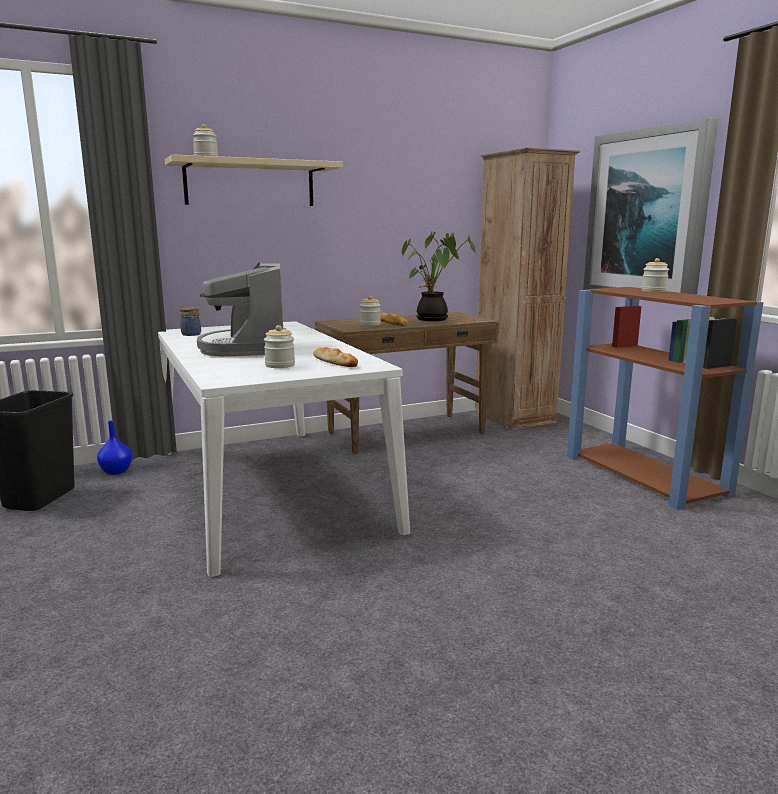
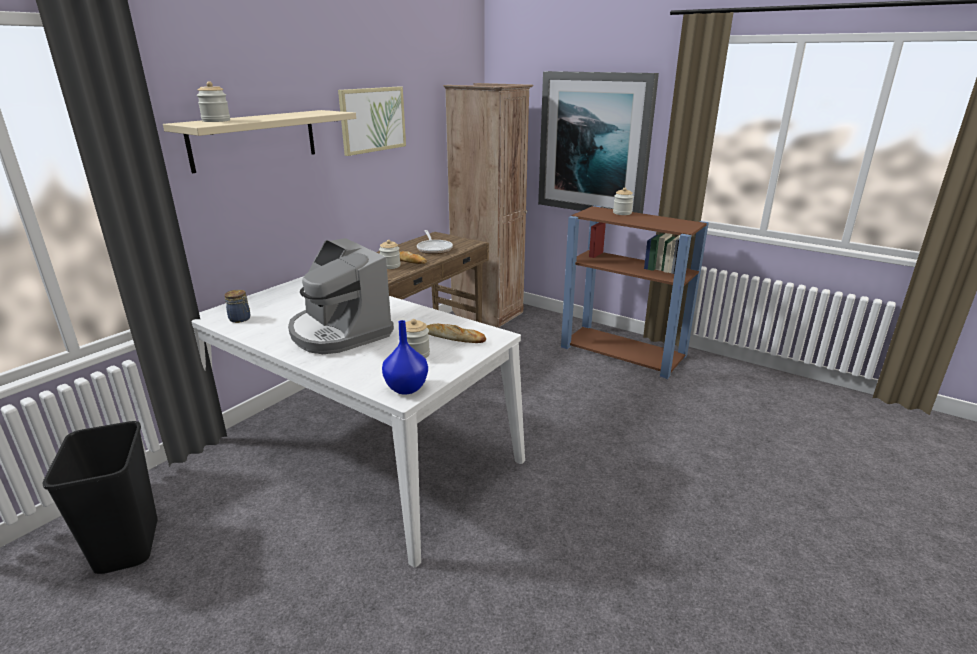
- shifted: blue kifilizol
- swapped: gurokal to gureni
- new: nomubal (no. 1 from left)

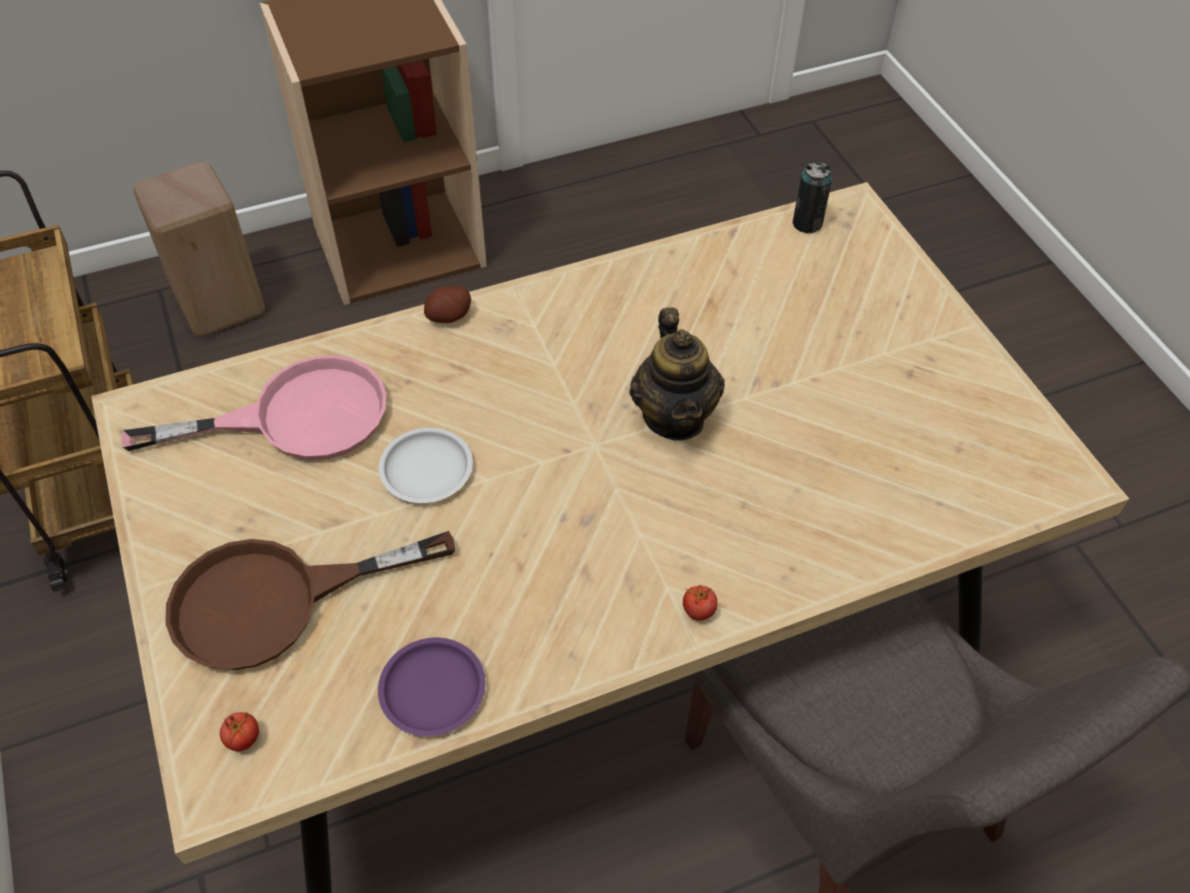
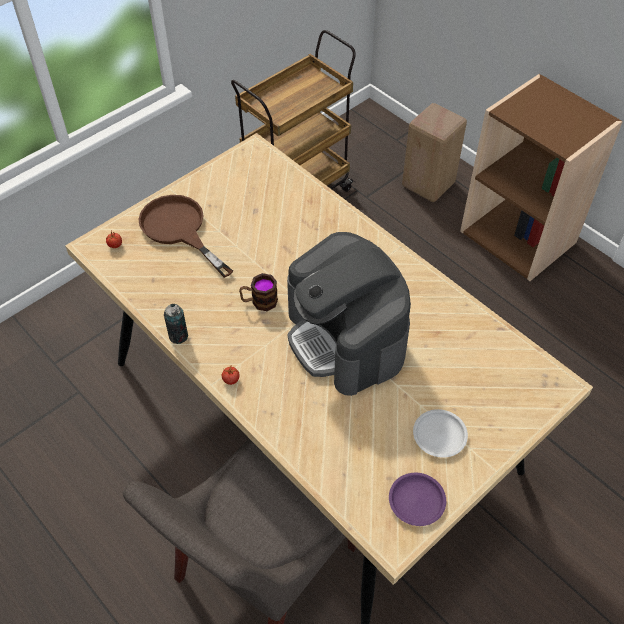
- gone: pink gureni
- shifted: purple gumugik
- shifted: white gumugik
- gone: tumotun
- swapped: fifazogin to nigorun
- shifted: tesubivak
- new: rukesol

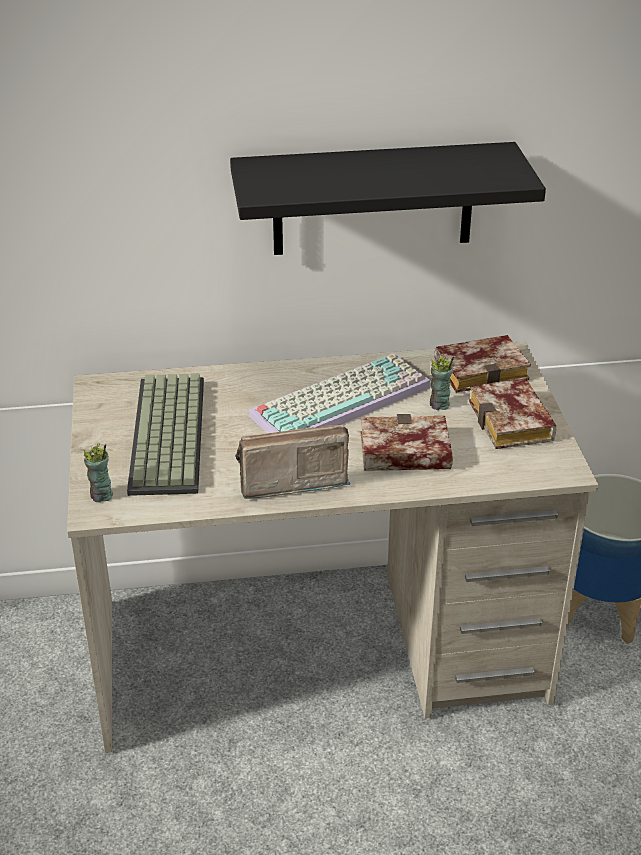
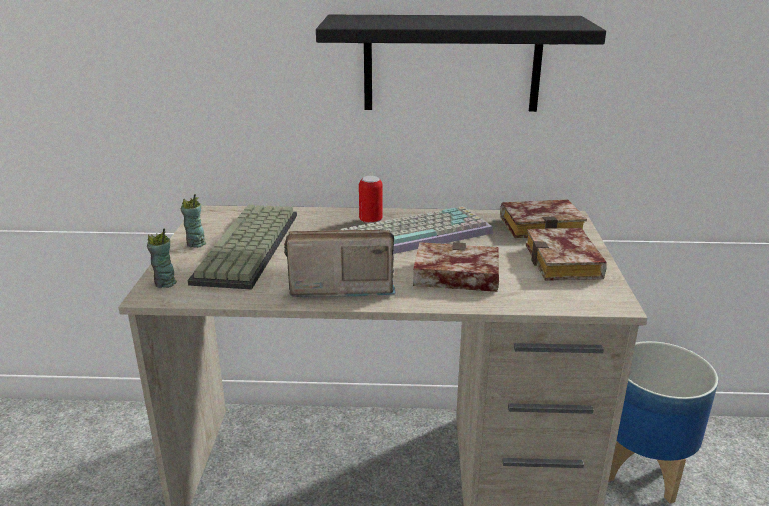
- shifted: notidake (no. 2 from left)
- new: tesubivak

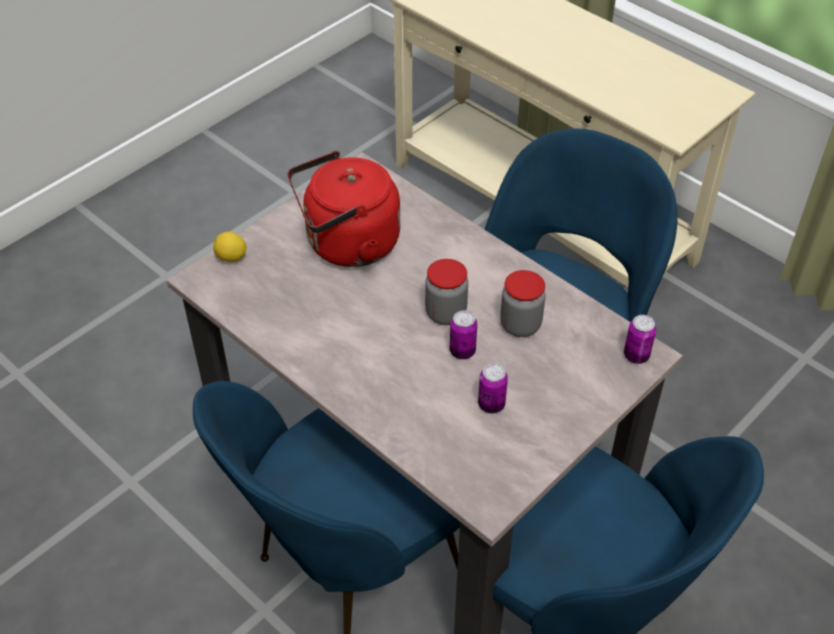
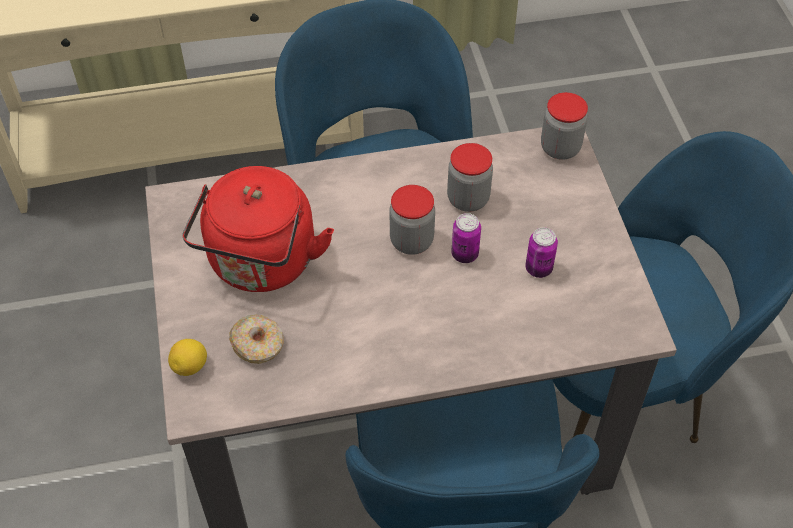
- swapped: tesubivak (no. 3 from left) to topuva (no. 3 from left)
- new: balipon

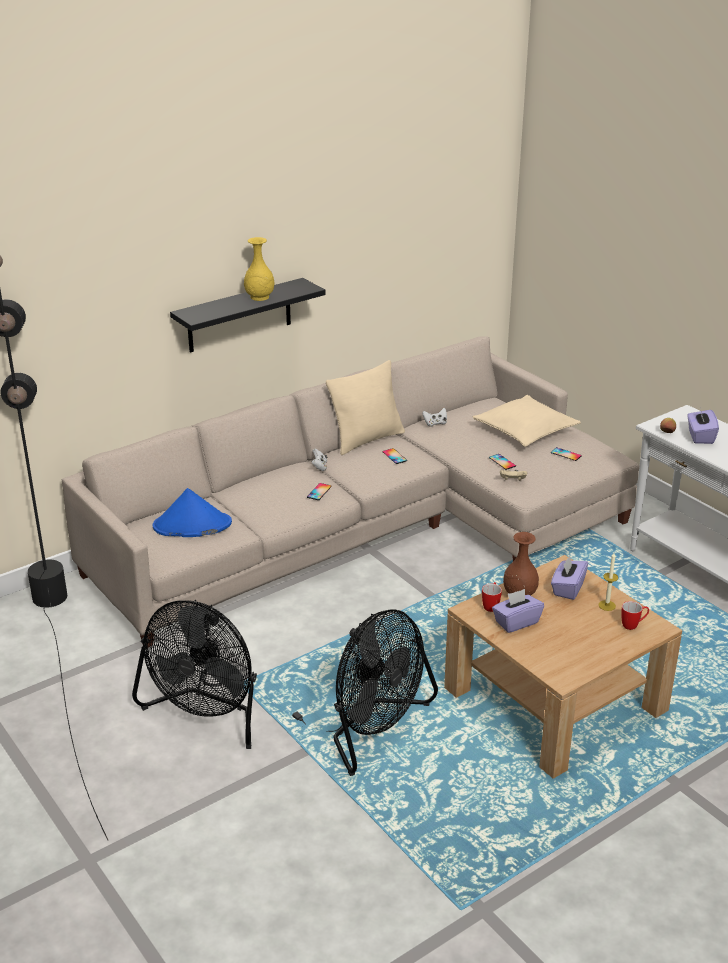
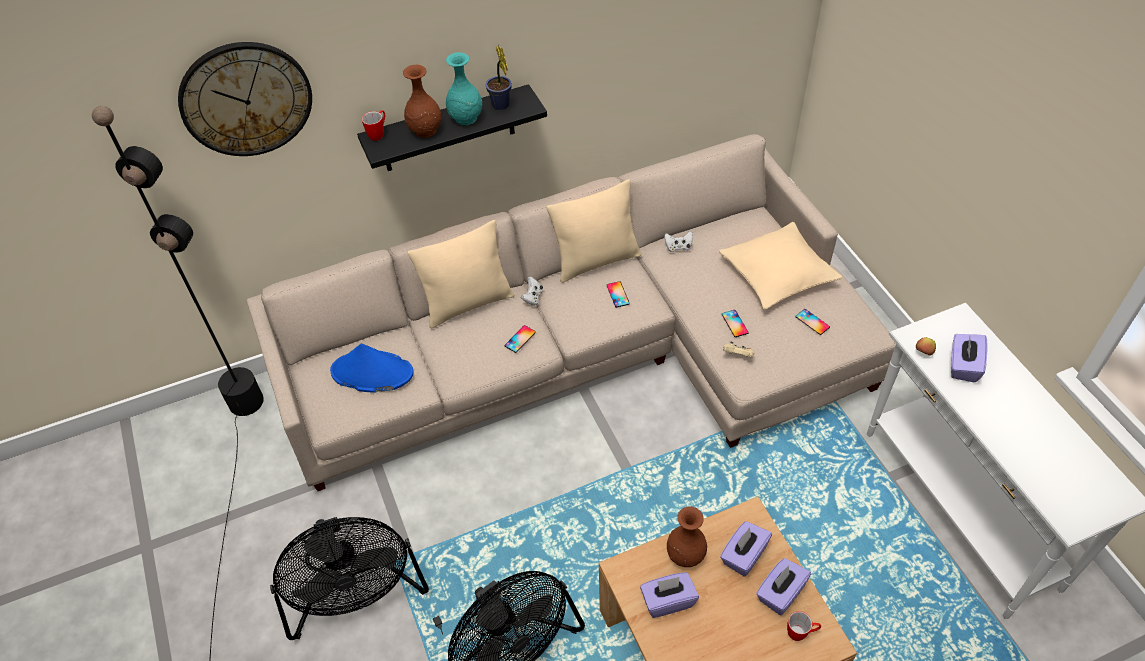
- rotated: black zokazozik (no. 1 from left) 60 degrees counterclockwise
- repainted: yellow kifilizol to turquoise kifilizol
- shifted: rukesol (no. 1 from left)
- swapped: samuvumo to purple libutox (no. 3 from left)
- new: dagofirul
- new: brown kifilizol (no. 1 from left)
- new: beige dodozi (no. 1 from left)
- new: gurokal

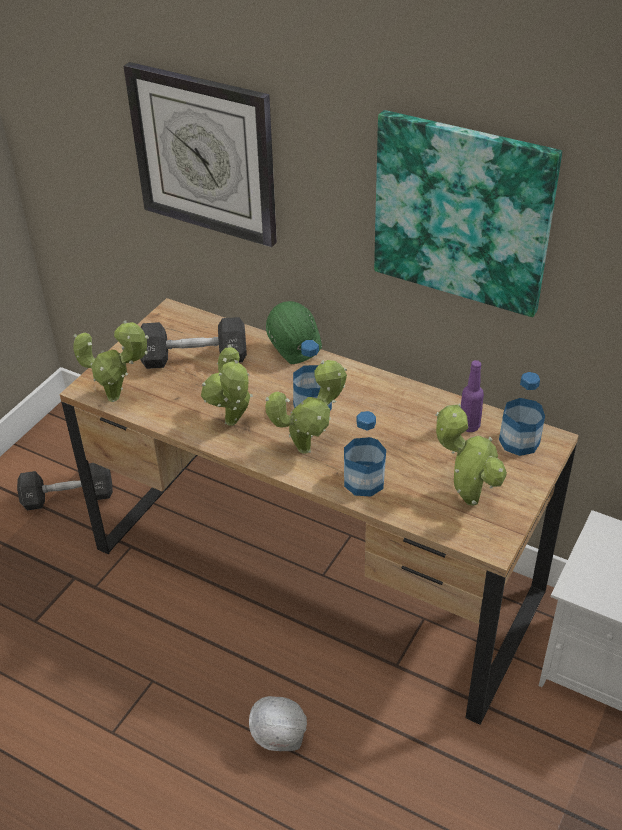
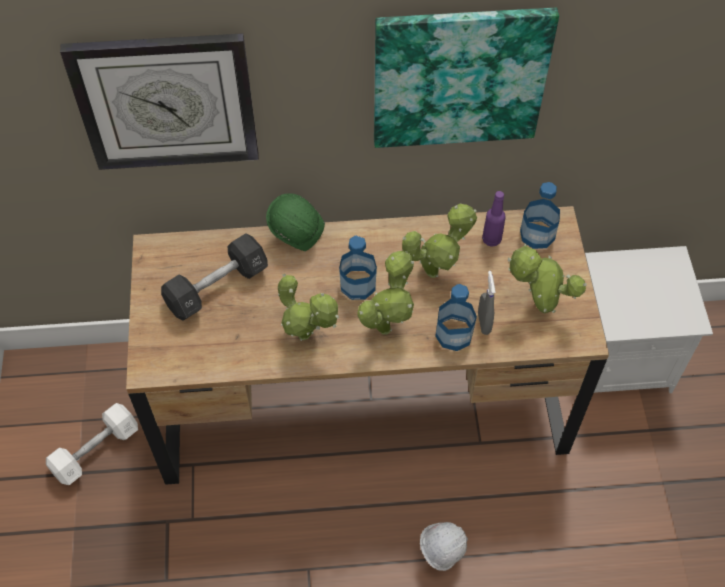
- repainted: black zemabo (no. 1 from left) to white zemabo
- shifted: gurokal (no. 1 from left in the first image) to gurokal (no. 3 from left)
- new: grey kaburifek

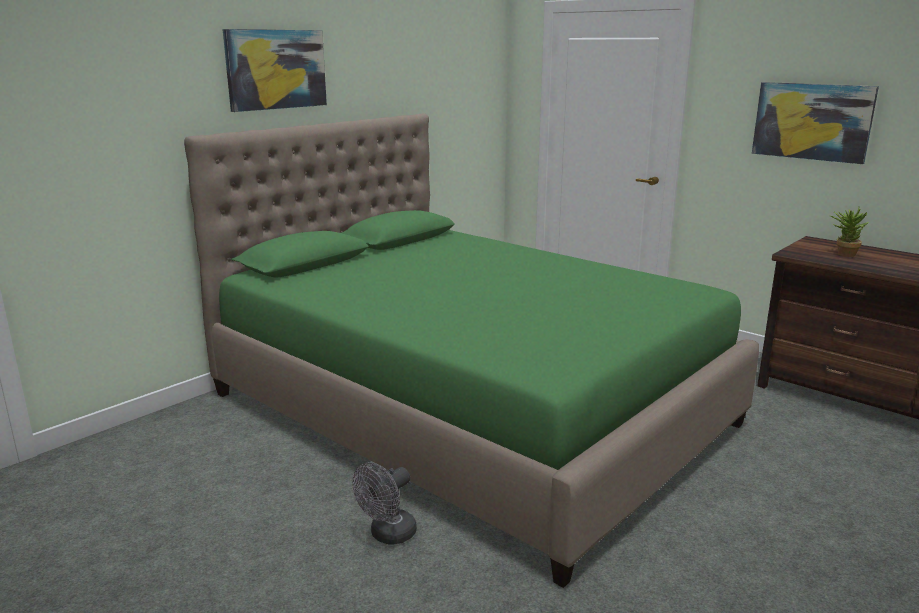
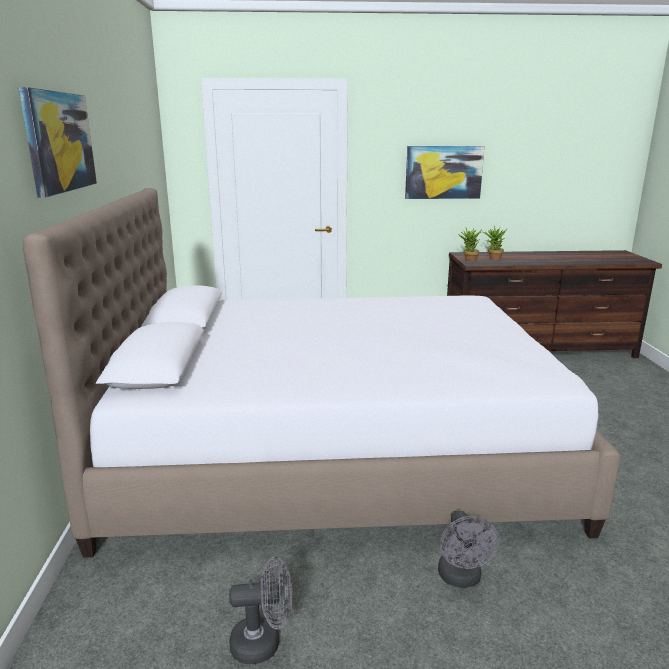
- repainted: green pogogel to white pogogel
- new: grey zokazozik (no. 1 from left)
- new: gurokal (no. 1 from left)

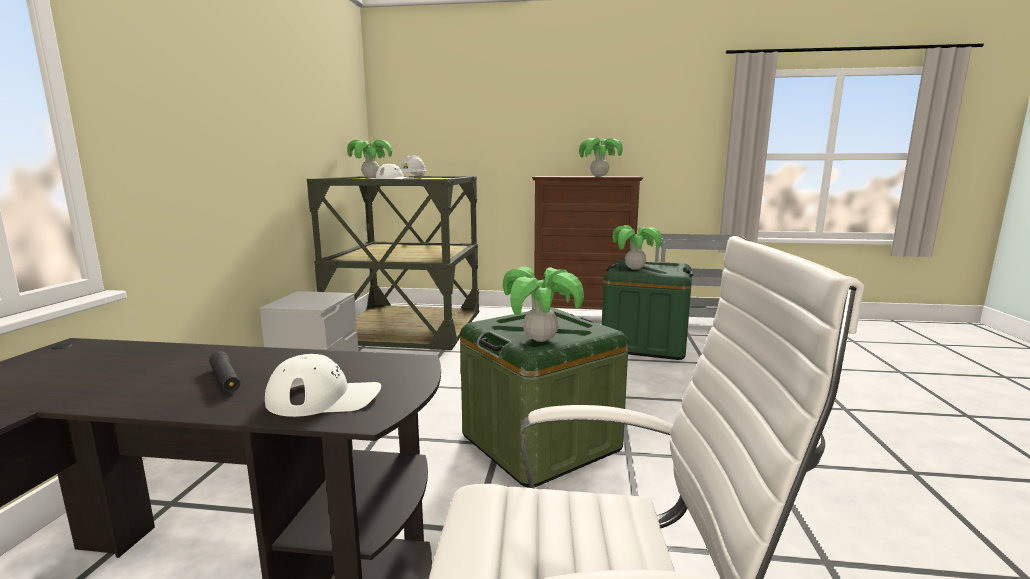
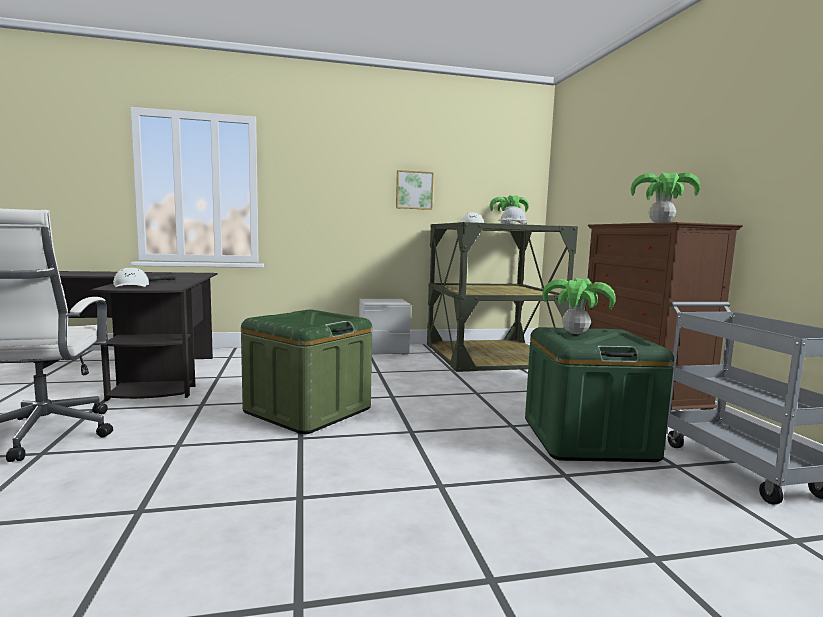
- gone: gurokal (no. 2 from left)
- new: nomubal

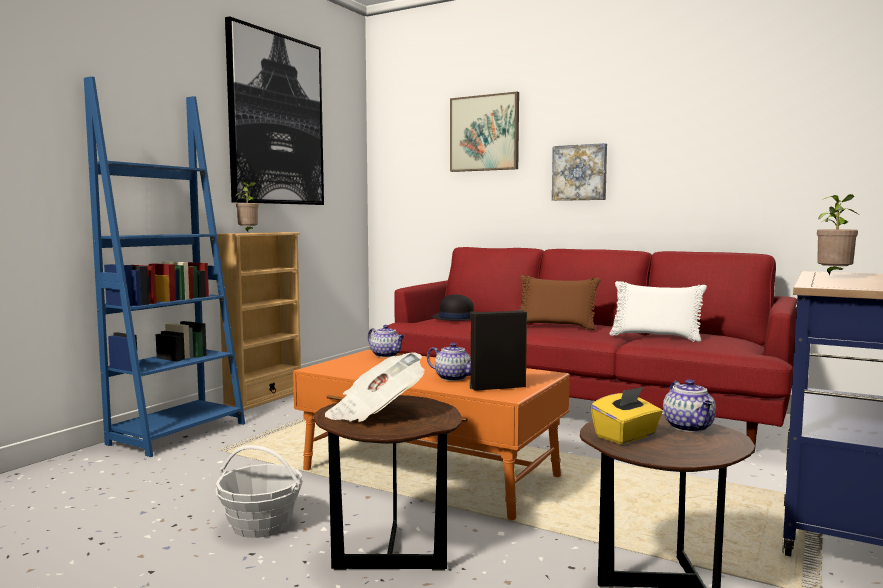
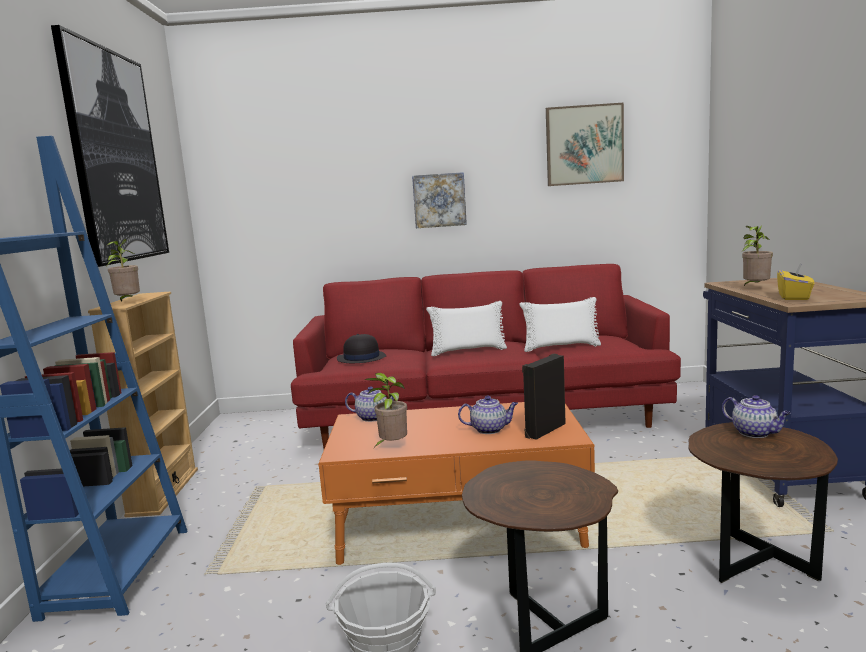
- gone: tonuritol
- shifted: nomubal (no. 2 from left in the first image) to nomubal (no. 3 from left)
- repainted: brown dodozi to white dodozi (no. 1 from left)
- shifted: yellow libutox
- new: gurokal (no. 2 from left)

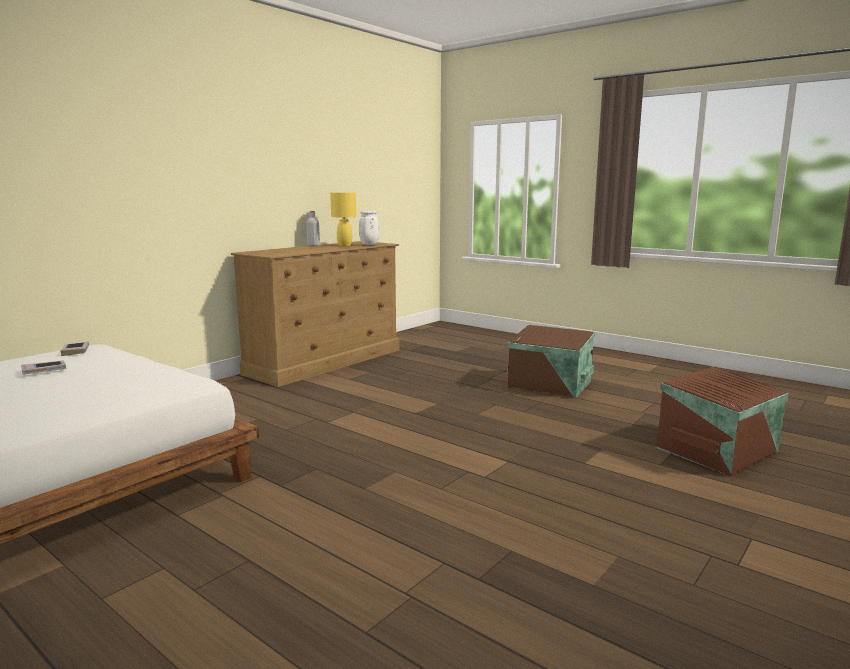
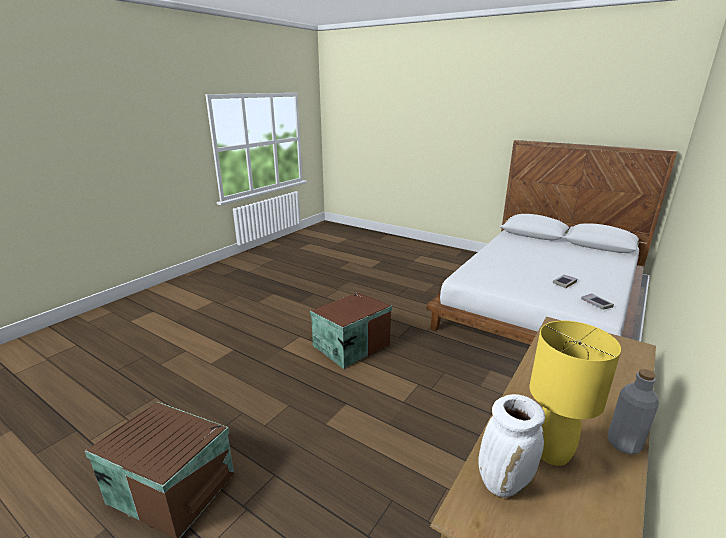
- shifted: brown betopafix (no. 2 from left)

